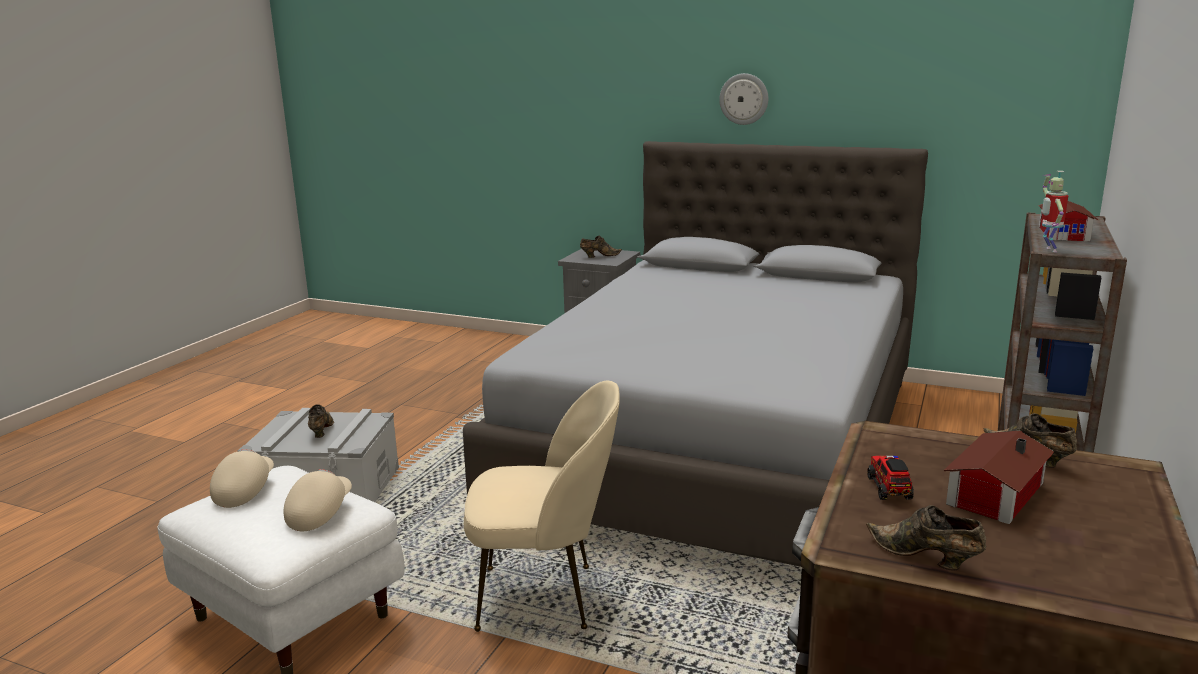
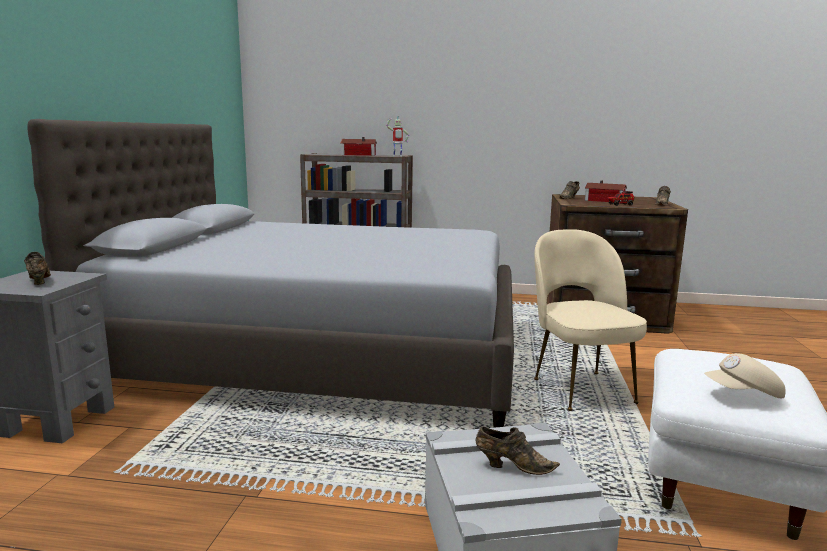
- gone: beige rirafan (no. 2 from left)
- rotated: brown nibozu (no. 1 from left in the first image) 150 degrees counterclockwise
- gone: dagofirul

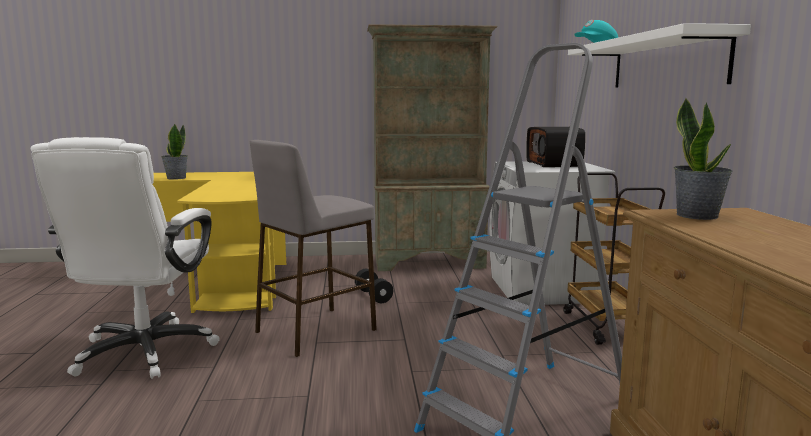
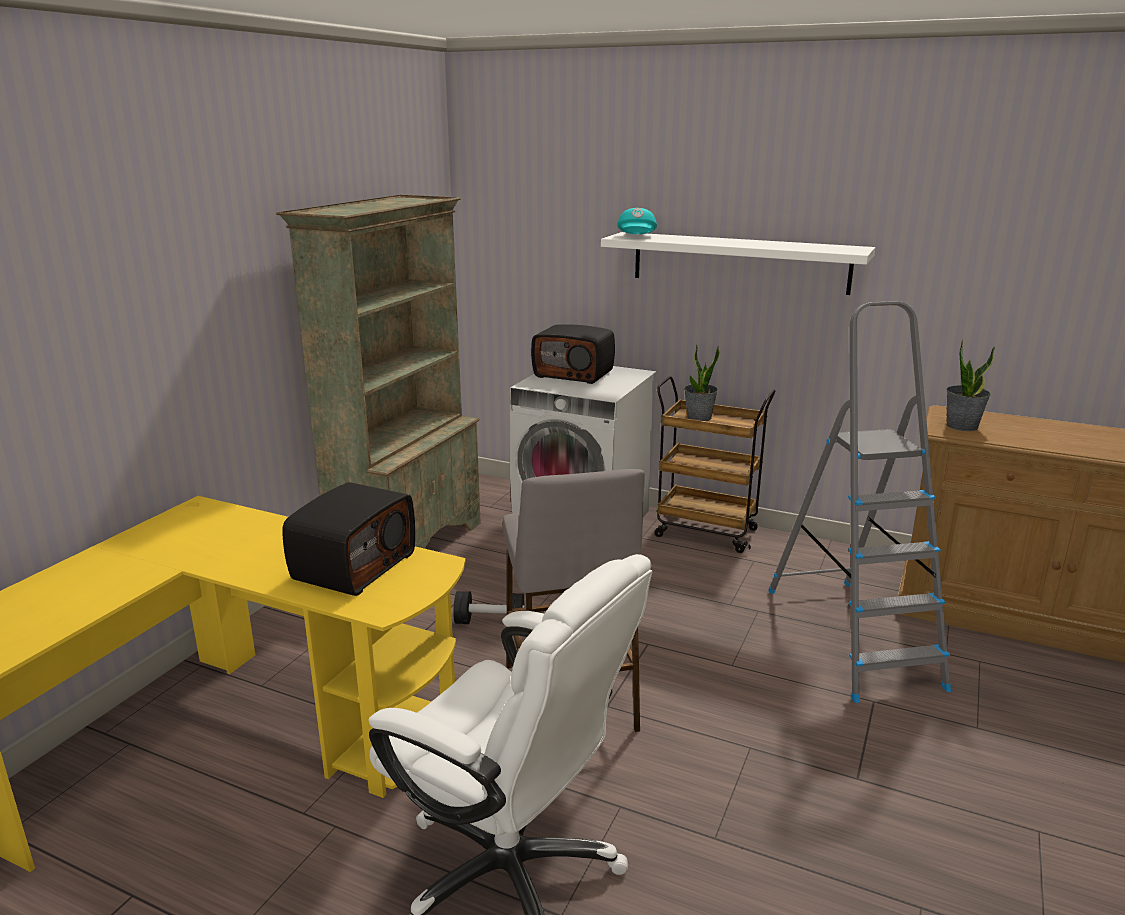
- shifted: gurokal (no. 1 from left)
- new: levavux (no. 1 from left)

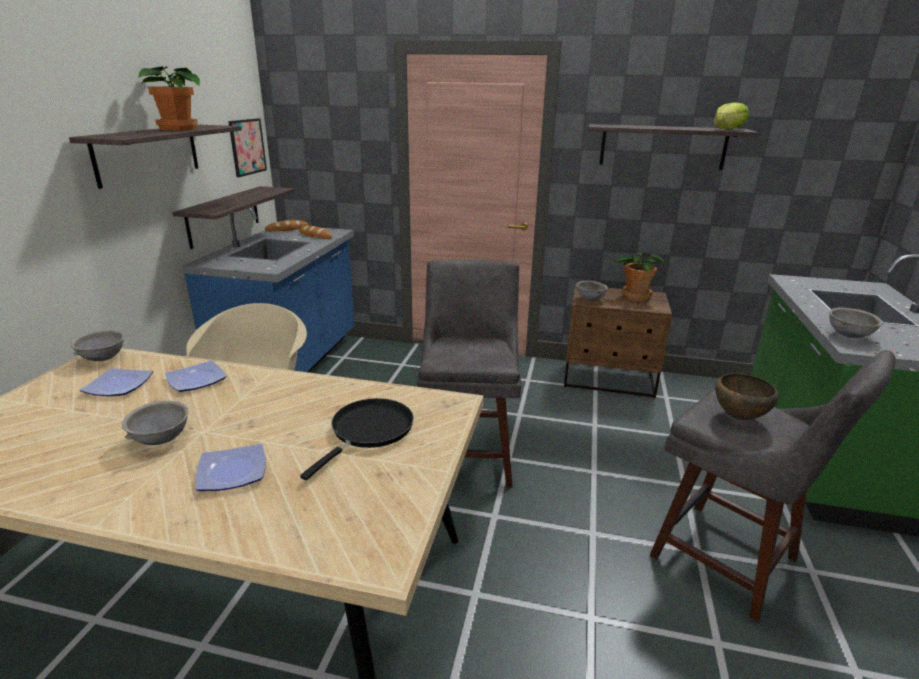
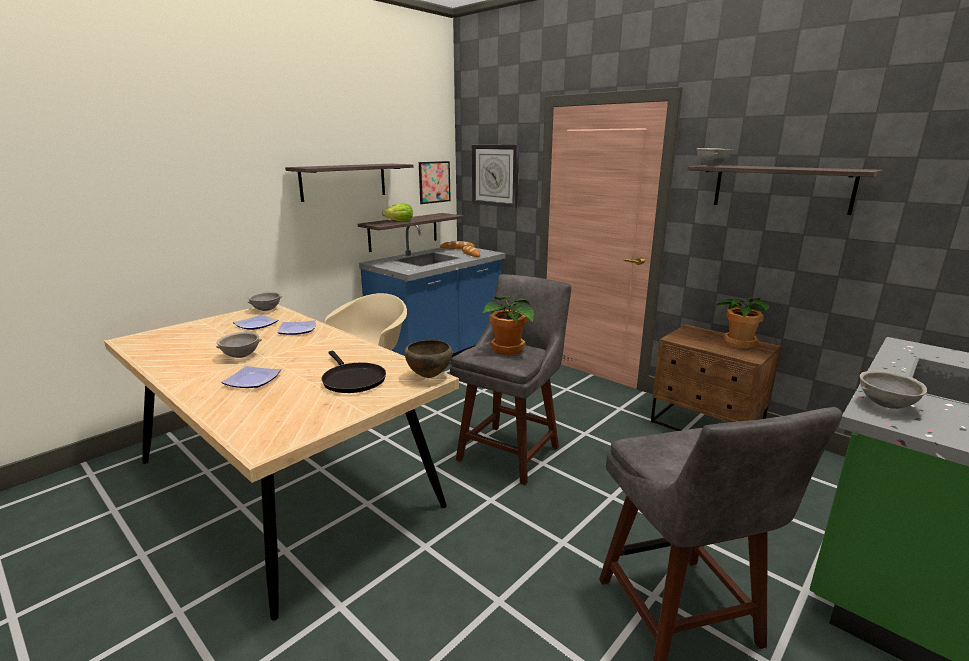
- shifted: gurokal (no. 1 from left)
- rotated: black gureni 90 degrees clockwise
- shifted: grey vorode (no. 3 from left)
- shifted: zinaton
- shifted: brown vorode
- new: dagofirul

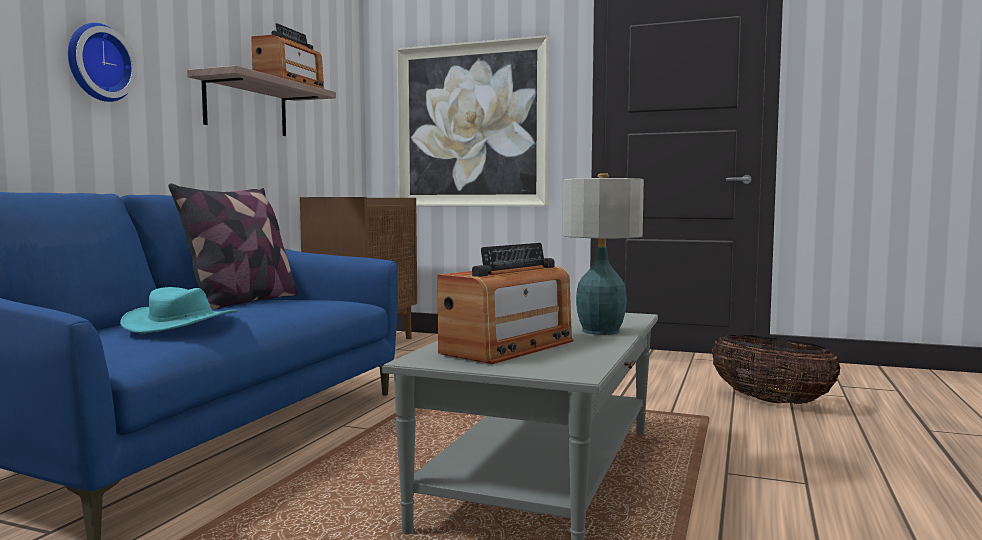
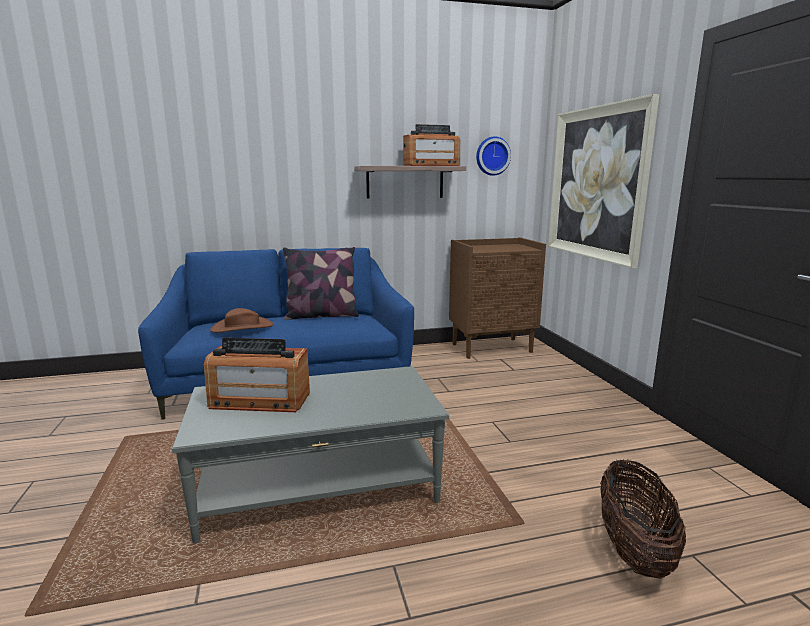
- shifted: dagofirul
- repainted: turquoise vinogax to brown vinogax
- gone: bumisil

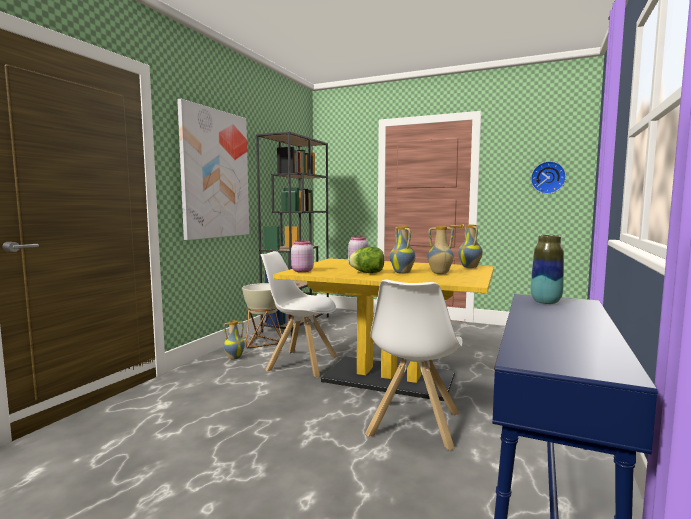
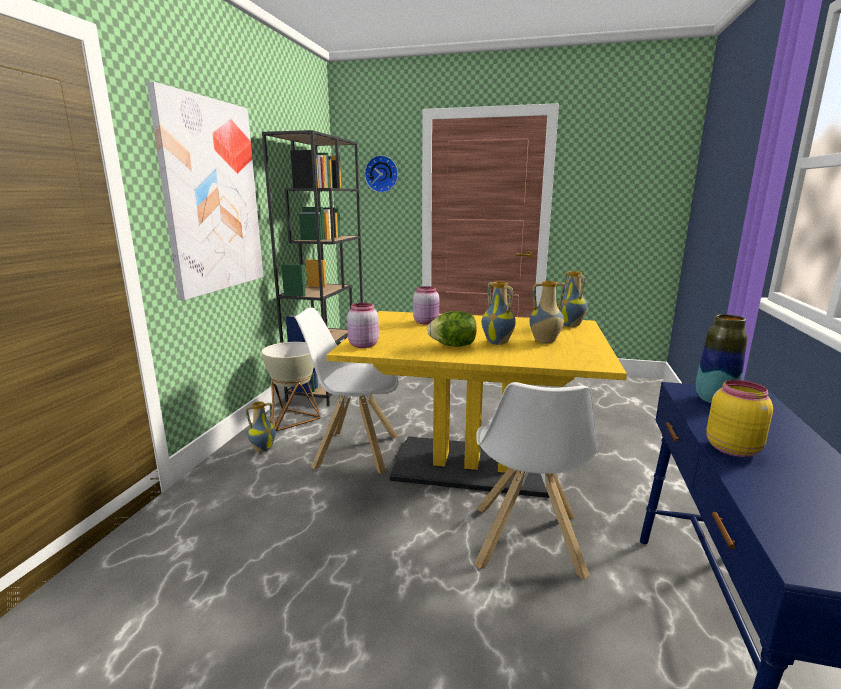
- shifted: dagofirul
- new: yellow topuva

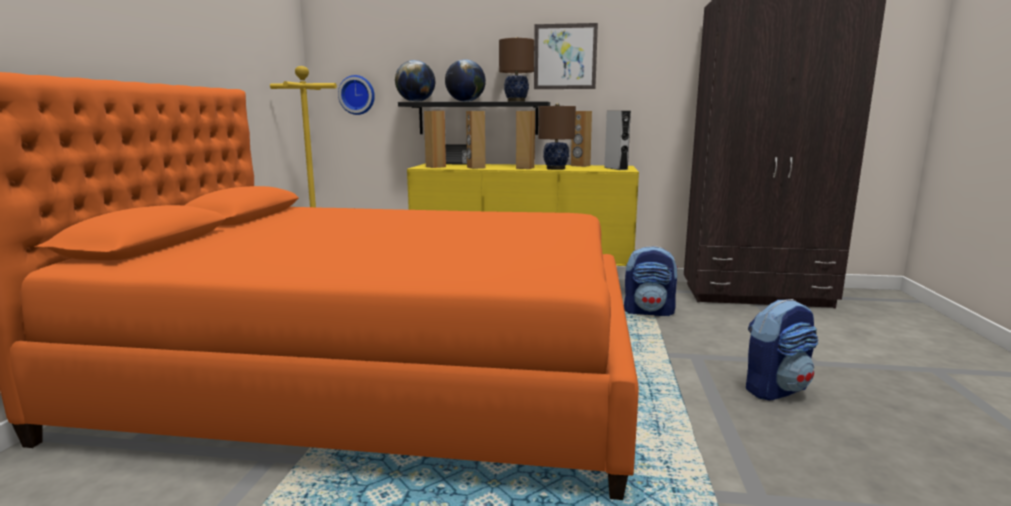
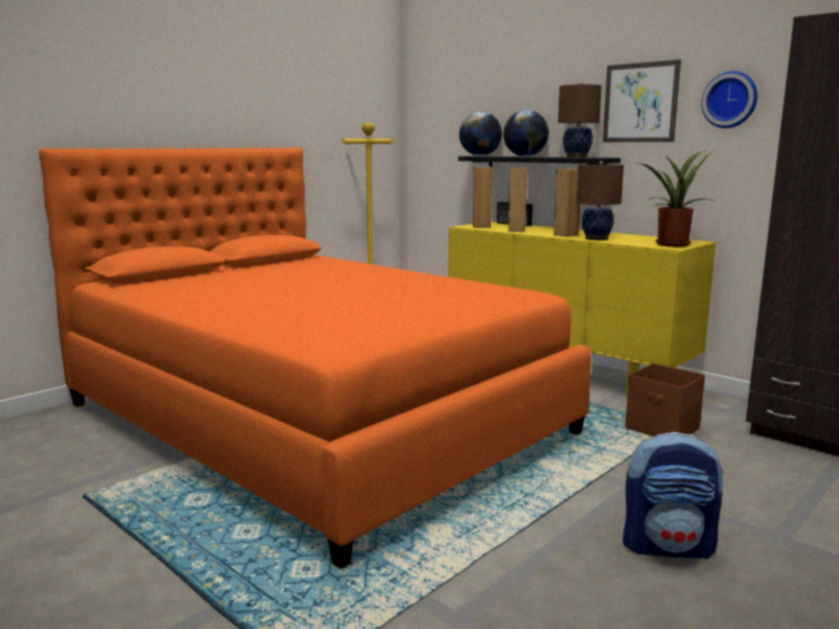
- shifted: dagofirul
- gone: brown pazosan (no. 4 from left)
- swapped: grey pazosan to gurokal
- swapped: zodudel (no. 1 from left) to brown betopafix

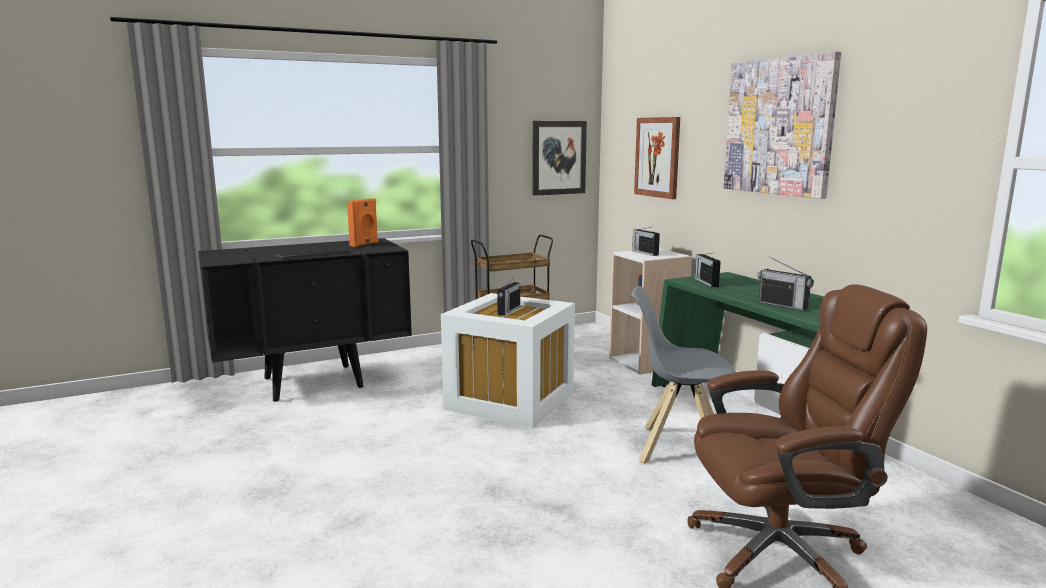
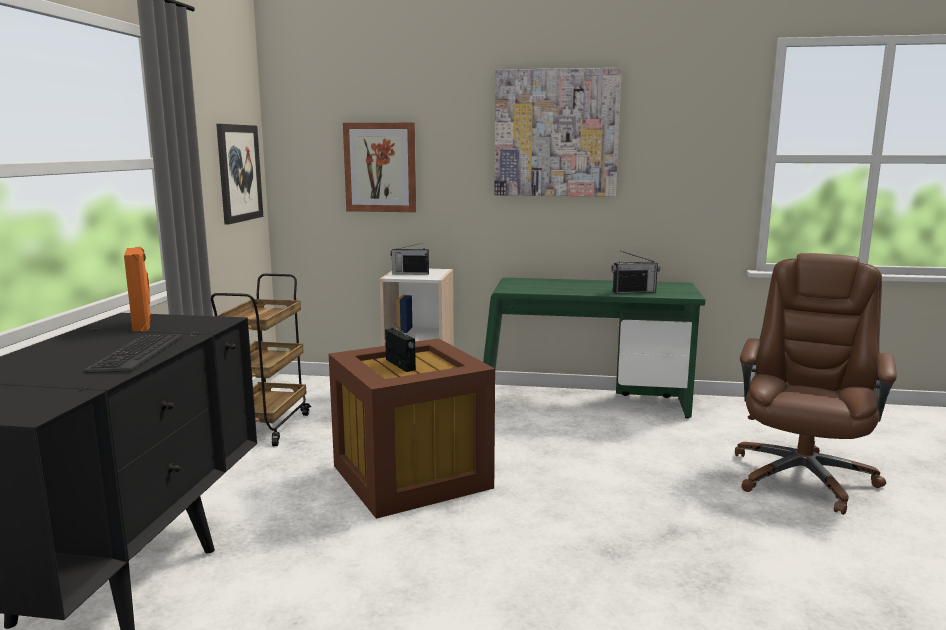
- repainted: white betopafix to brown betopafix
- gone: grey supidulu
- gone: levavux (no. 3 from left)

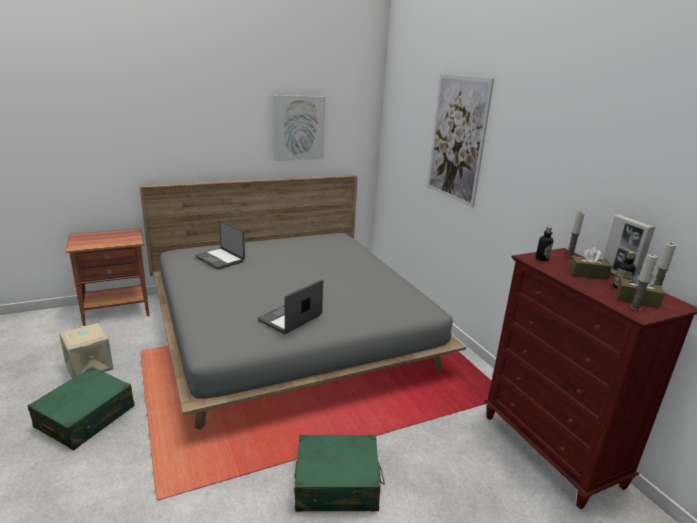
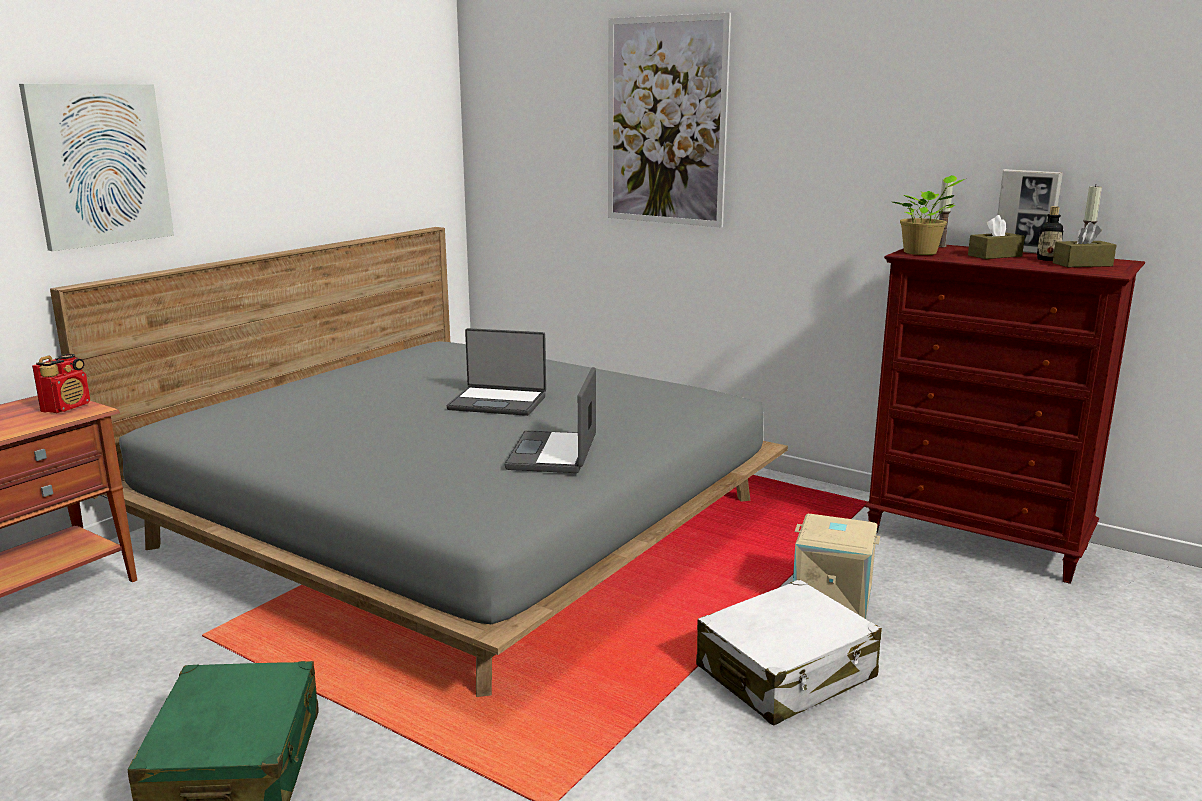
- shifted: beige betopafix
- shifted: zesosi (no. 1 from left)
- shifted: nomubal (no. 1 from left)
- repainted: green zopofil (no. 2 from left) to white zopofil
- swapped: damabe (no. 1 from left) to gurokal
- gone: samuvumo (no. 2 from left)
- new: levavux

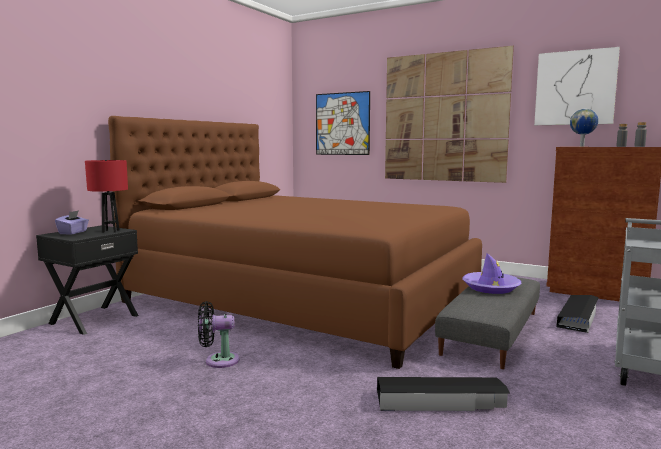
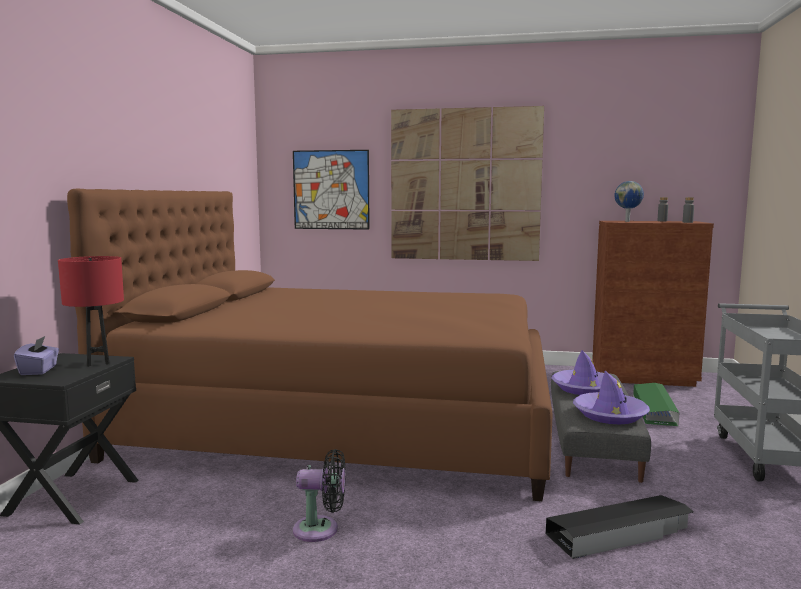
- rotated: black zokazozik 150 degrees counterclockwise
- gone: nomubal (no. 3 from left)
- repainted: black betopafix (no. 2 from left) to green betopafix
- new: purple vinogax (no. 2 from left)

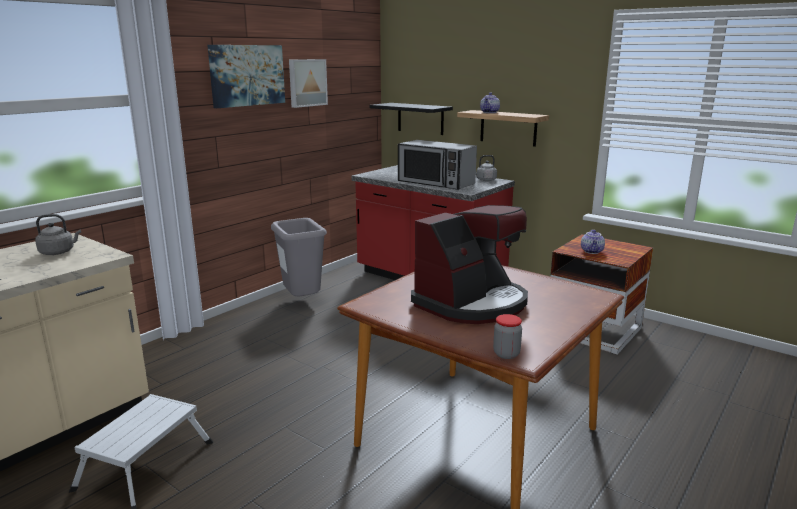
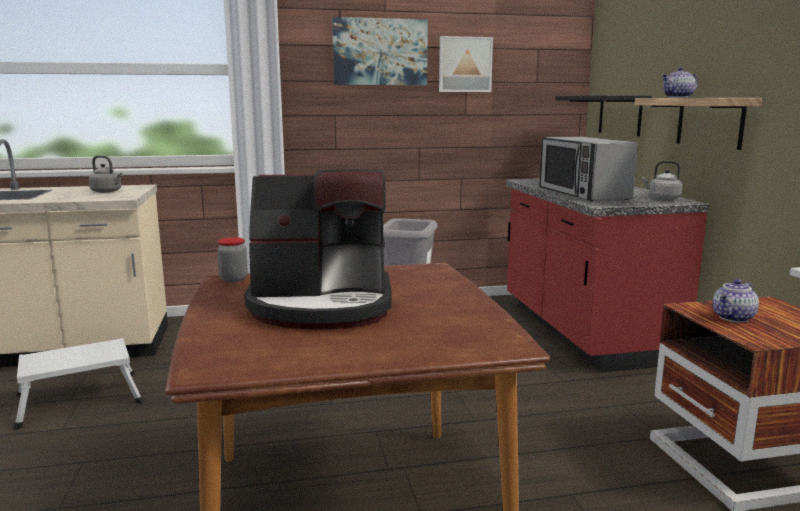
- shifted: topuva

